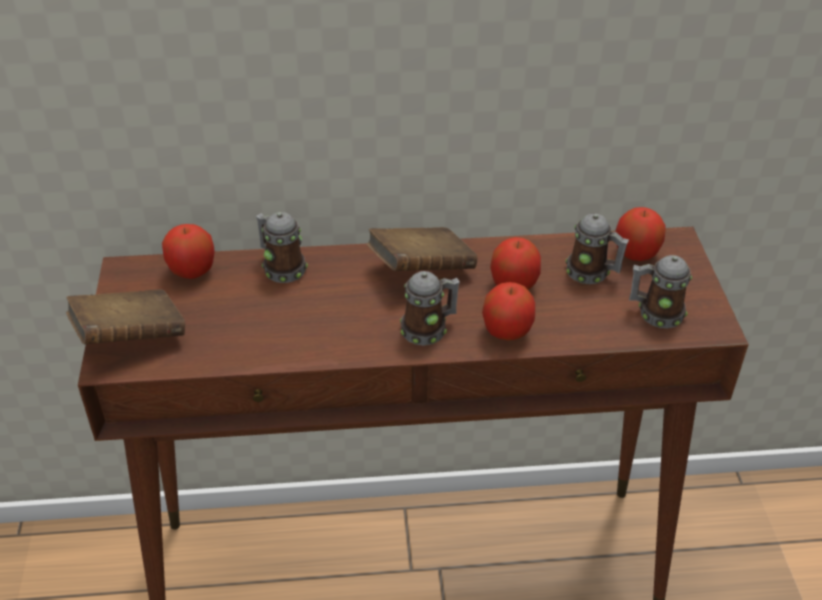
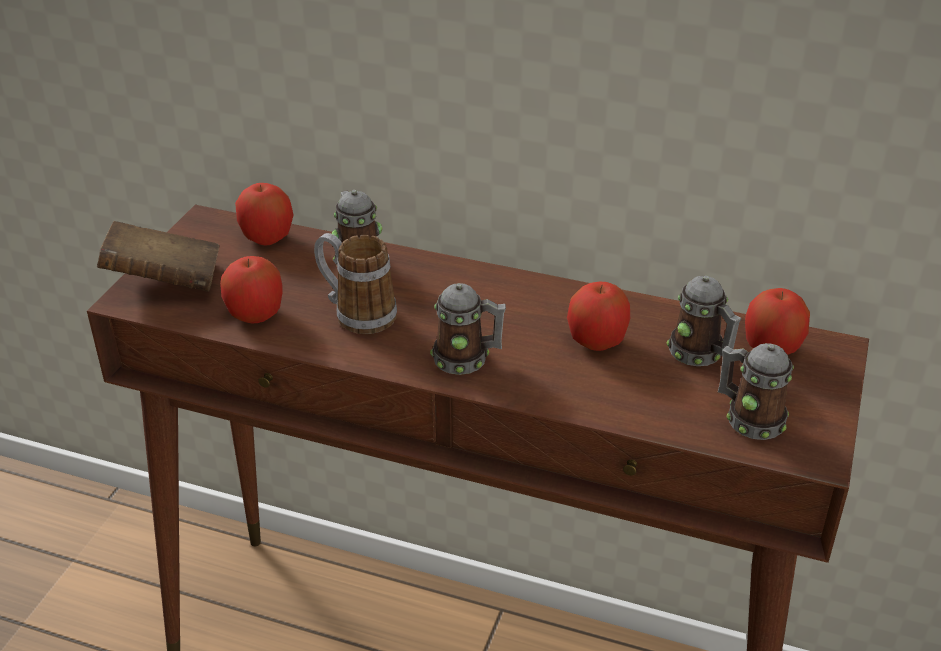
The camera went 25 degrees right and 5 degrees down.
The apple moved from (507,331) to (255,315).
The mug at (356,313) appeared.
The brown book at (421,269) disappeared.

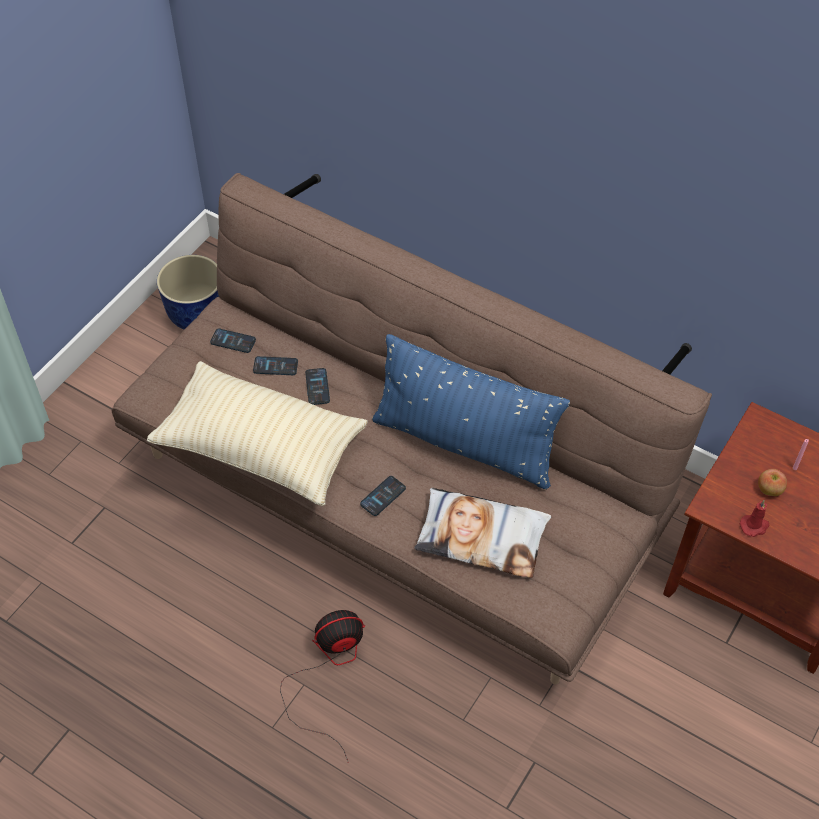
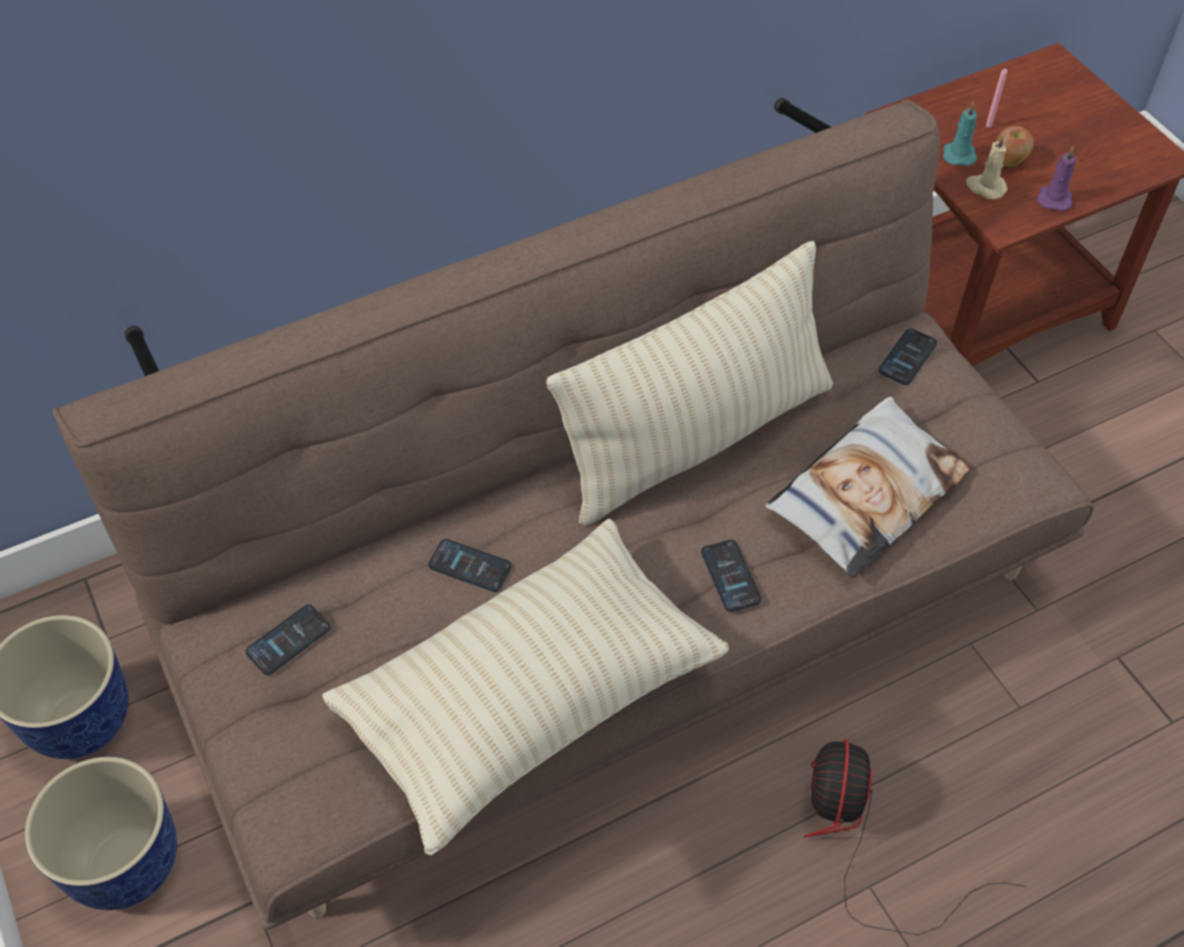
The camera went 60 degrees left and 0 degrees up.
The planter at (124,863) appeared.
The blue pillow at (464,443) became the beige pillow at (696,438).
The phone moved from (275,366) to (907,357).
The turquoise candle at (958,154) appeared.
The beige candle at (985,187) appeared.
The red candle at (754,526) became the purple candle at (1054,198).

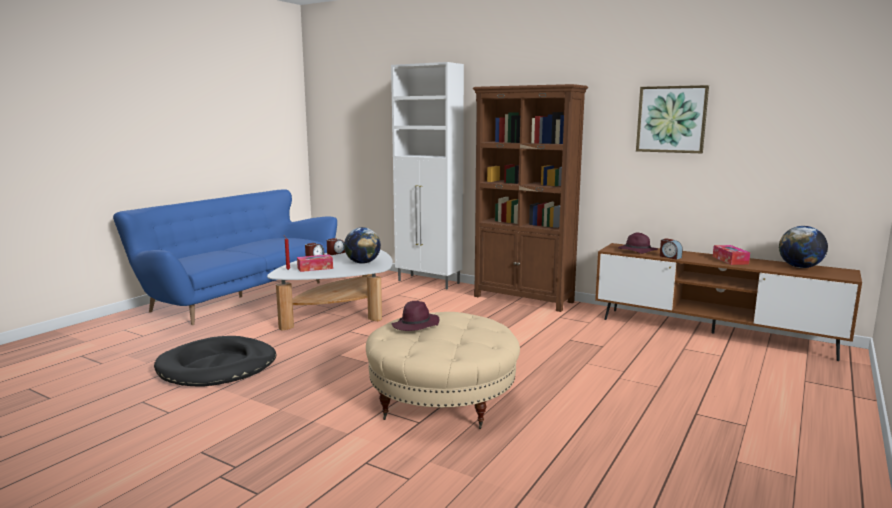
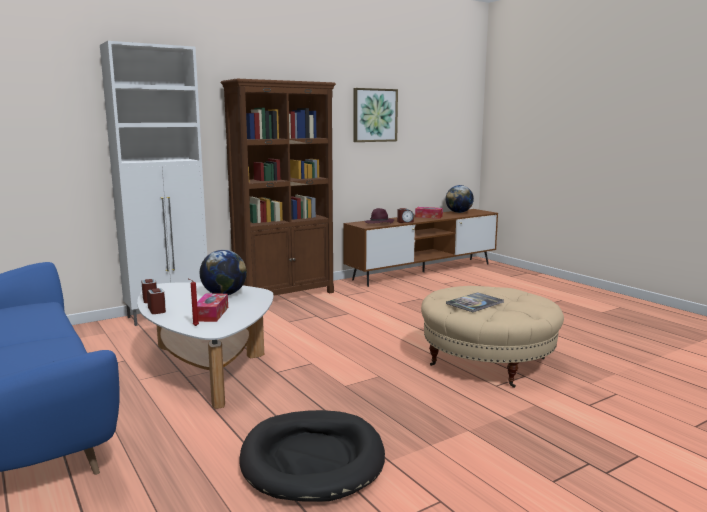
The camera went 65 degrees left and 0 degrees up.
The purple hat at (415,326) was replaced by the book at (475,303).

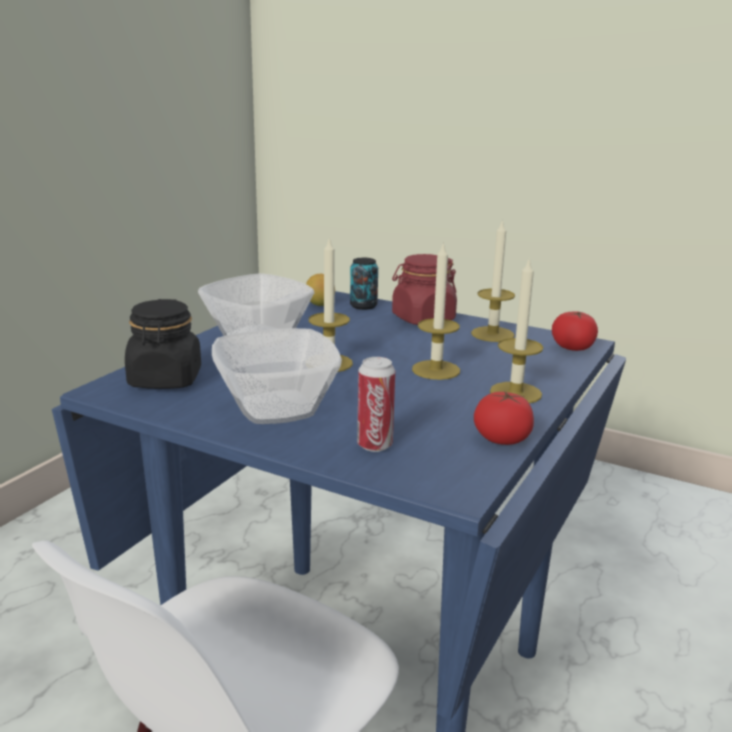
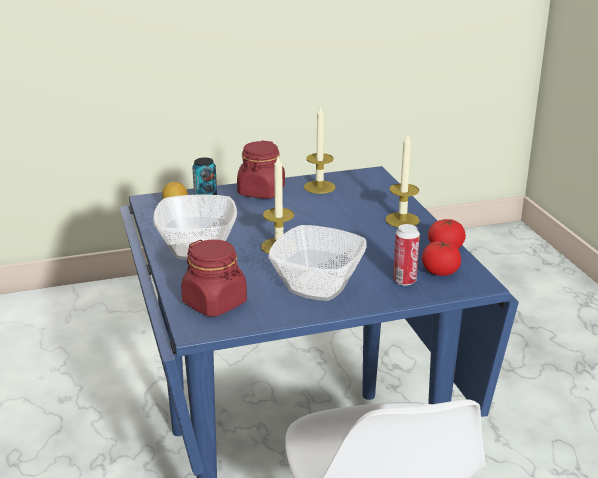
The camera went 45 degrees left and 5 degrees up.
The black jar at (165,380) became the red jar at (215,303).
The tomato moved from (572,347) to (440,272).
The candle at (436,370) disappeared.

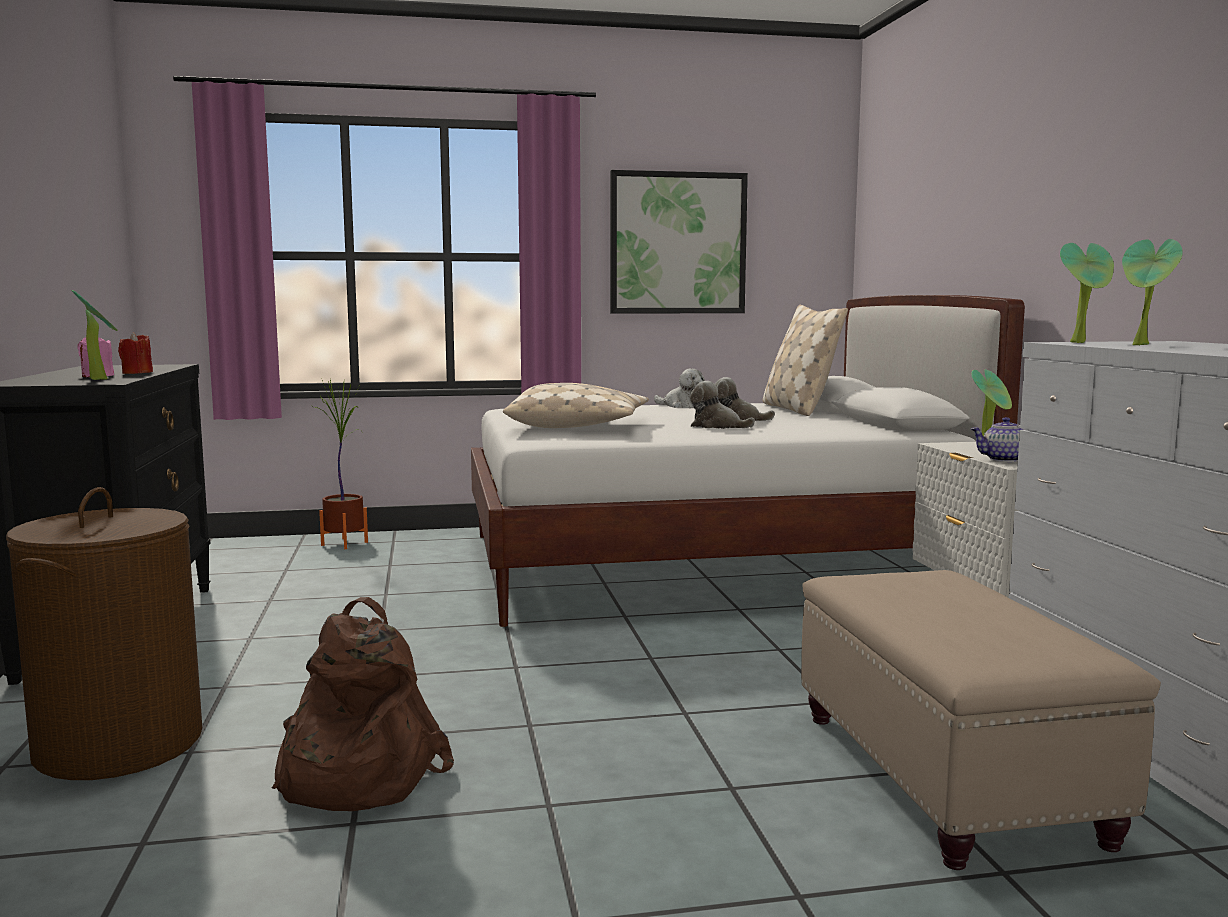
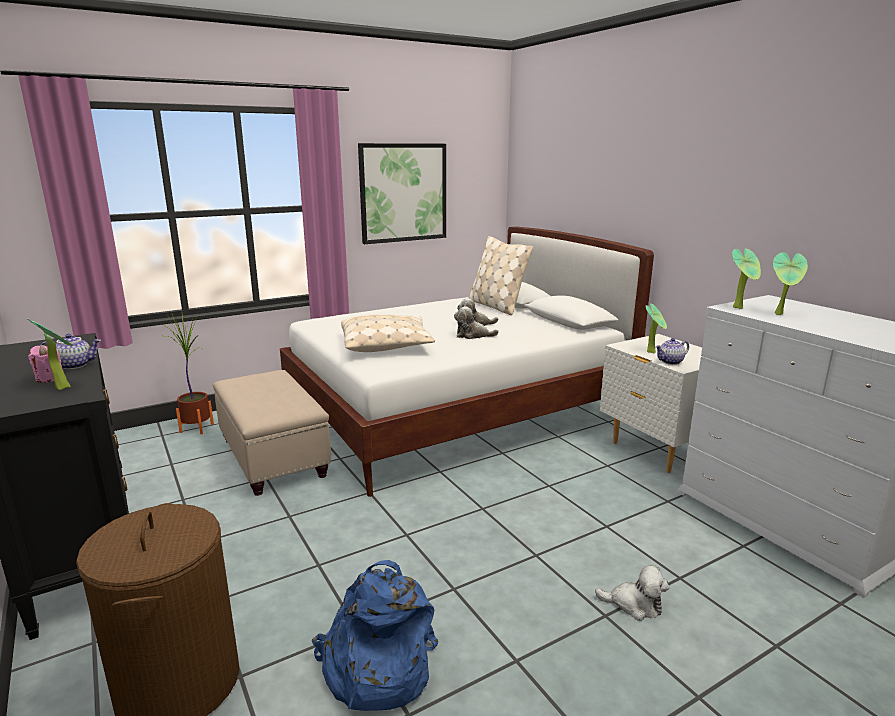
The camera went 20 degrees left and 10 degrees up.
The red candle at (137,373) was replaced by the teapot at (75,365).
The beige ottoman moved from (947,777) to (273,458).
The brown backpack at (353,775) became the blue backpack at (375,668).
The plush toy moved from (681,406) to (634,605).

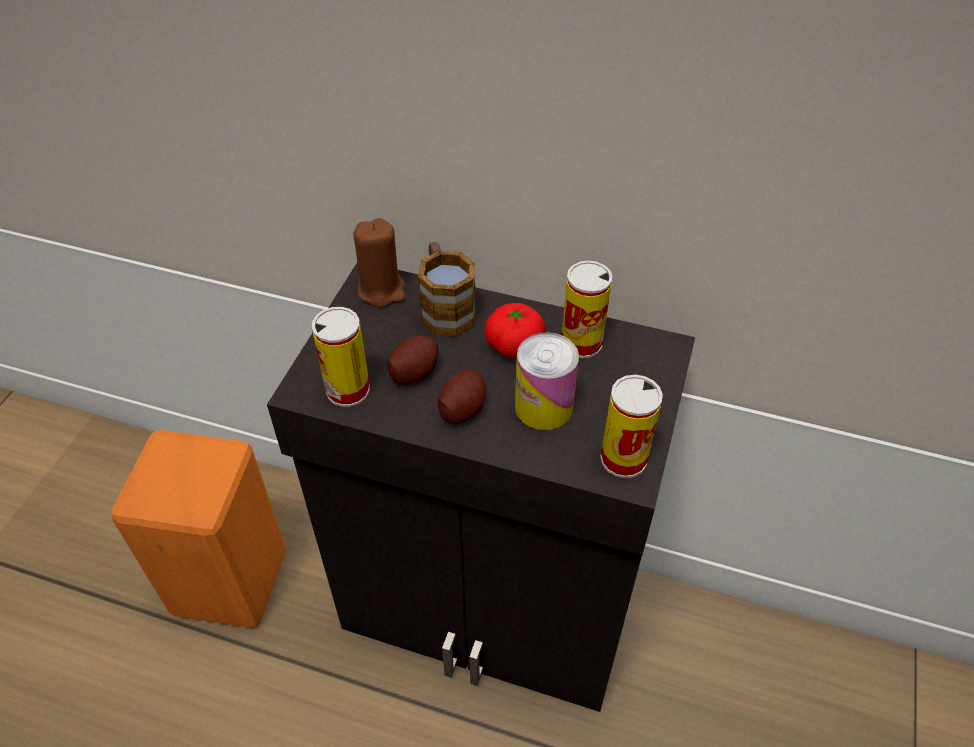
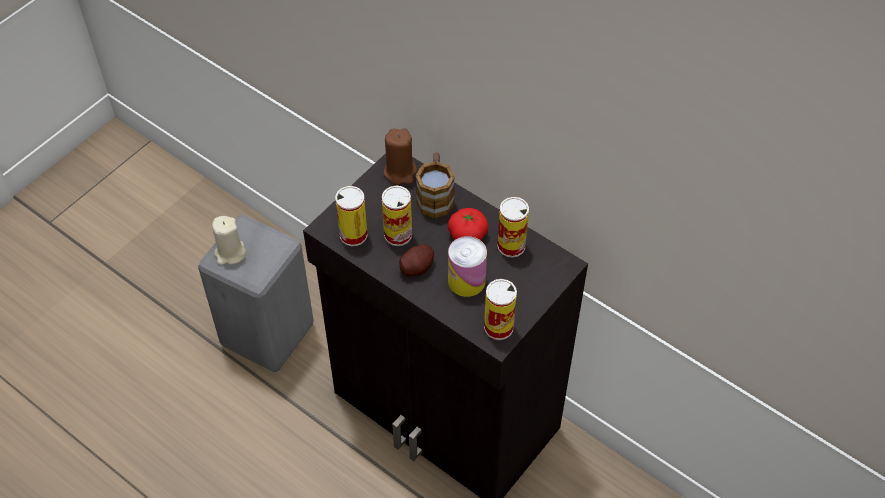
The camera went 20 degrees right and 5 degrees up.
The orange stool at (234,580) became the grey stool at (270,334).
The beige candle at (230,253) appeared.
The potato at (414,371) was replaced by the can at (398,234).

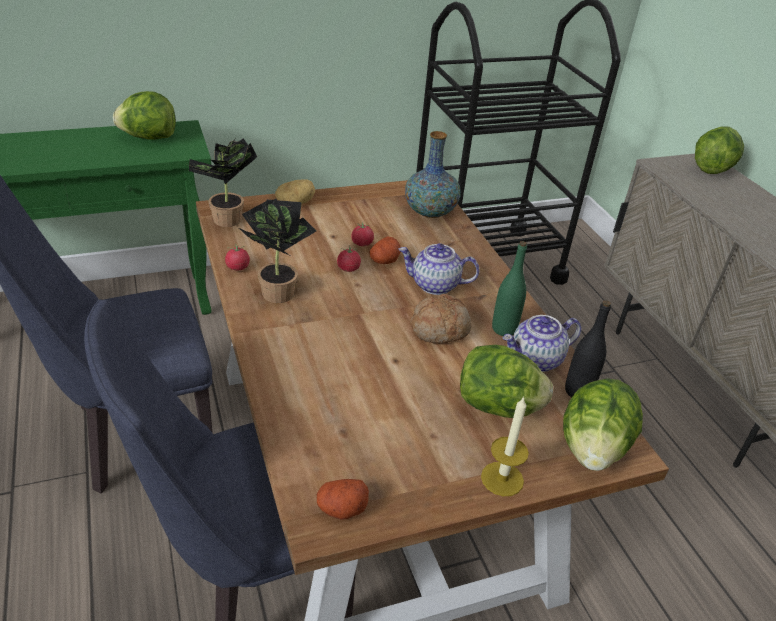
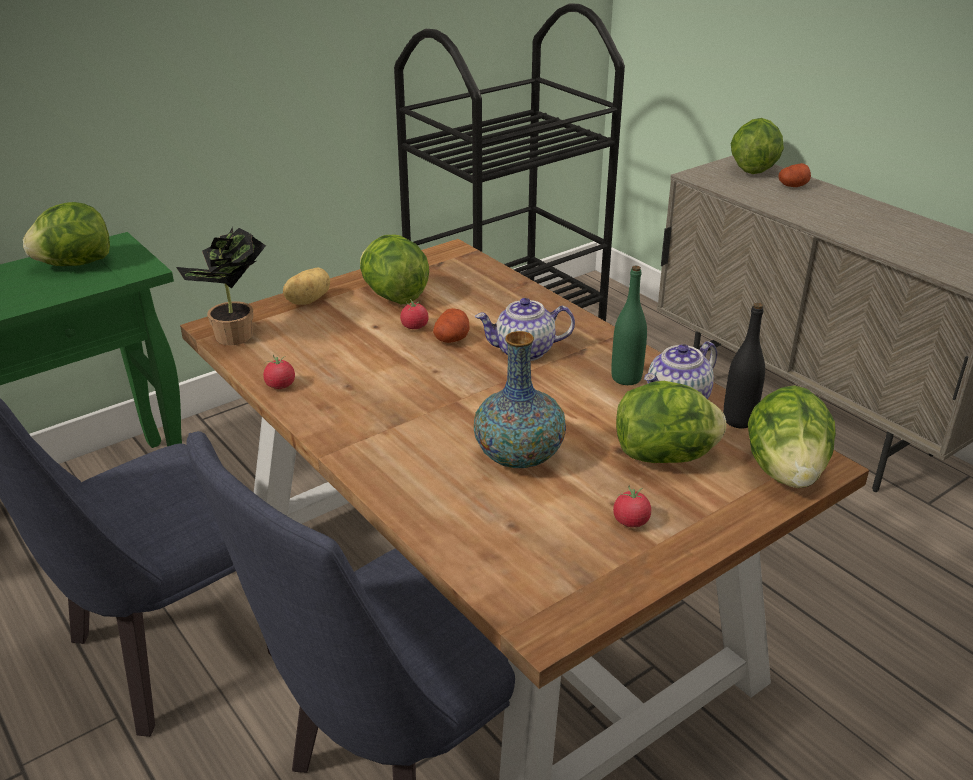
The camera went 15 degrees left and 5 degrees down.
The lettuce at (393,296) appeared.
The vase moved from (430,212) to (519,457).
The tomato moved from (348,269) to (631,521).
The potato moved from (341,508) to (793,186).
The potted plant at (277,290) disappeared.
The bread at (440,328) disappeared.
The candle at (502,479) disappeared.

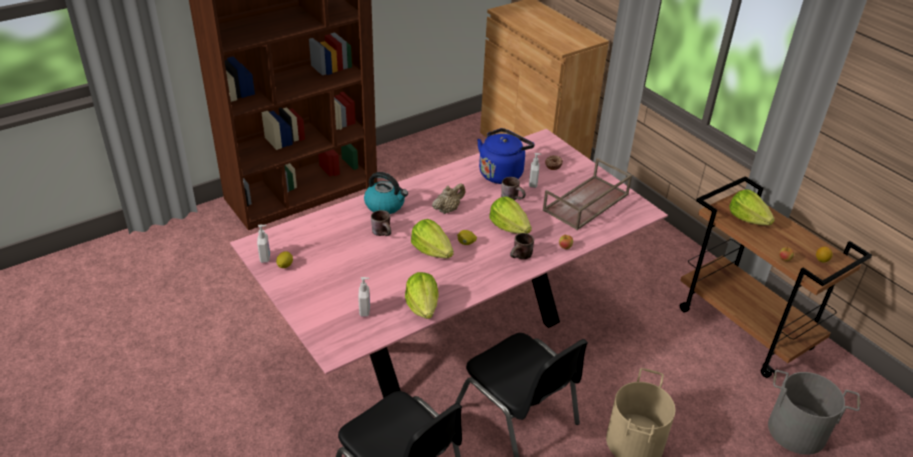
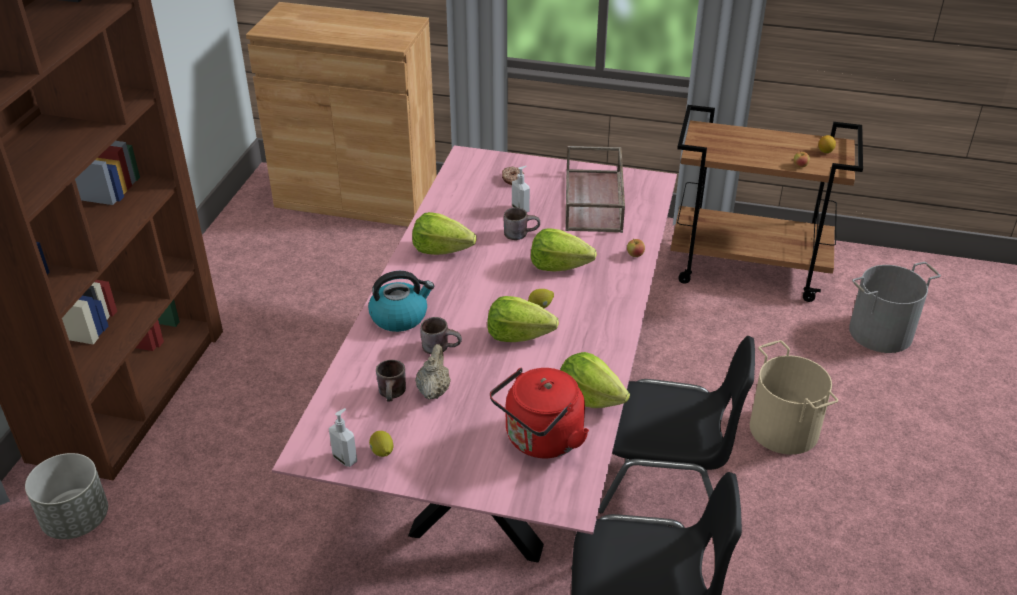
The camera went 40 degrees left and 0 degrees up.
The grey planter at (76,519) appeared.
The brown mug moved from (521,257) to (394,394).
The lettuce moved from (747,219) to (441,250).
The beige teapot moved from (448,209) to (433,390).
The soap dispenser at (365,311) was replaced by the red kettle at (540,440).
The blue kettle at (502,173) disappeared.

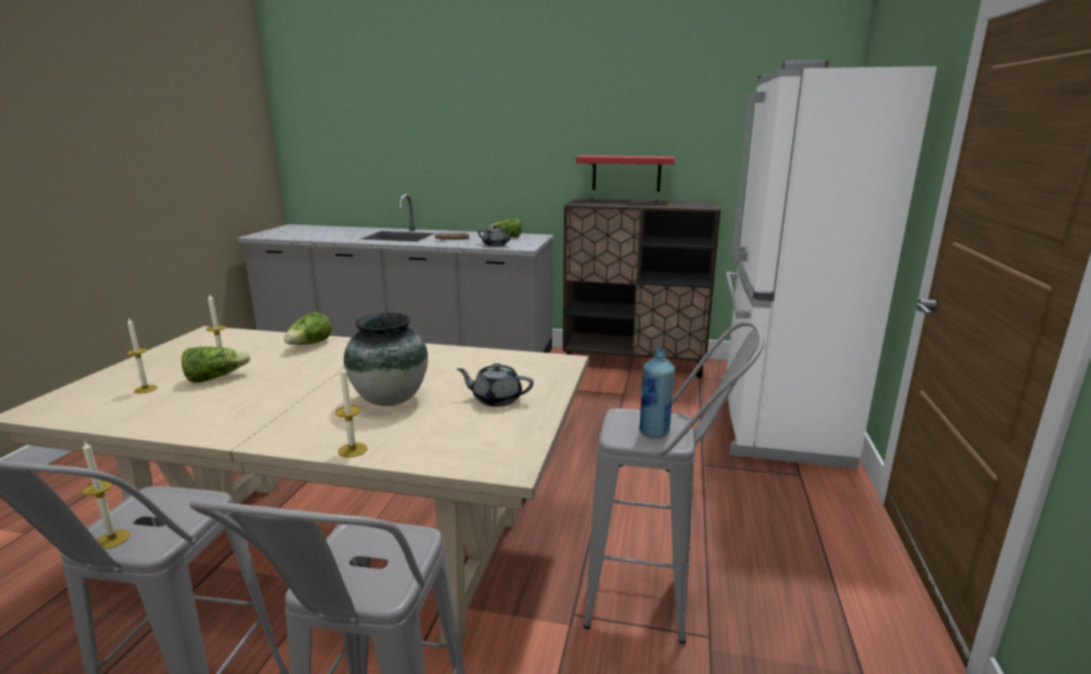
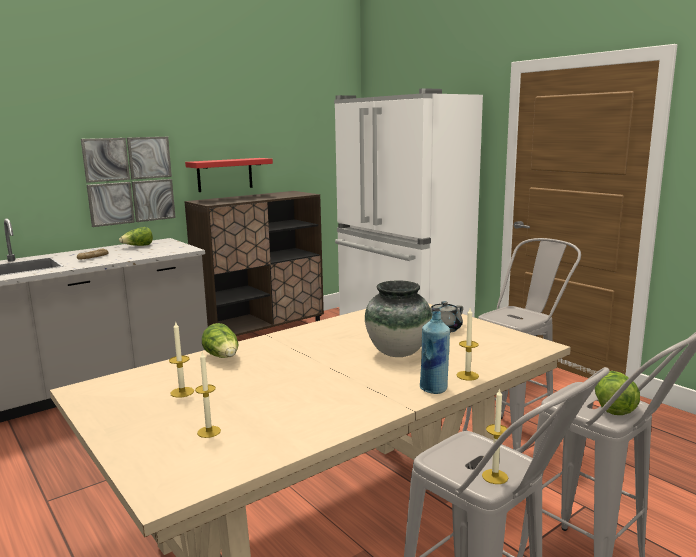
The camera went 50 degrees left and 5 degrees down.
The picture at (130,180) appeared.
The blue bottle moved from (654,432) to (434,389).
The lettuce moved from (215,378) to (612,406).
The grey teapot at (495,245) disappeared.

